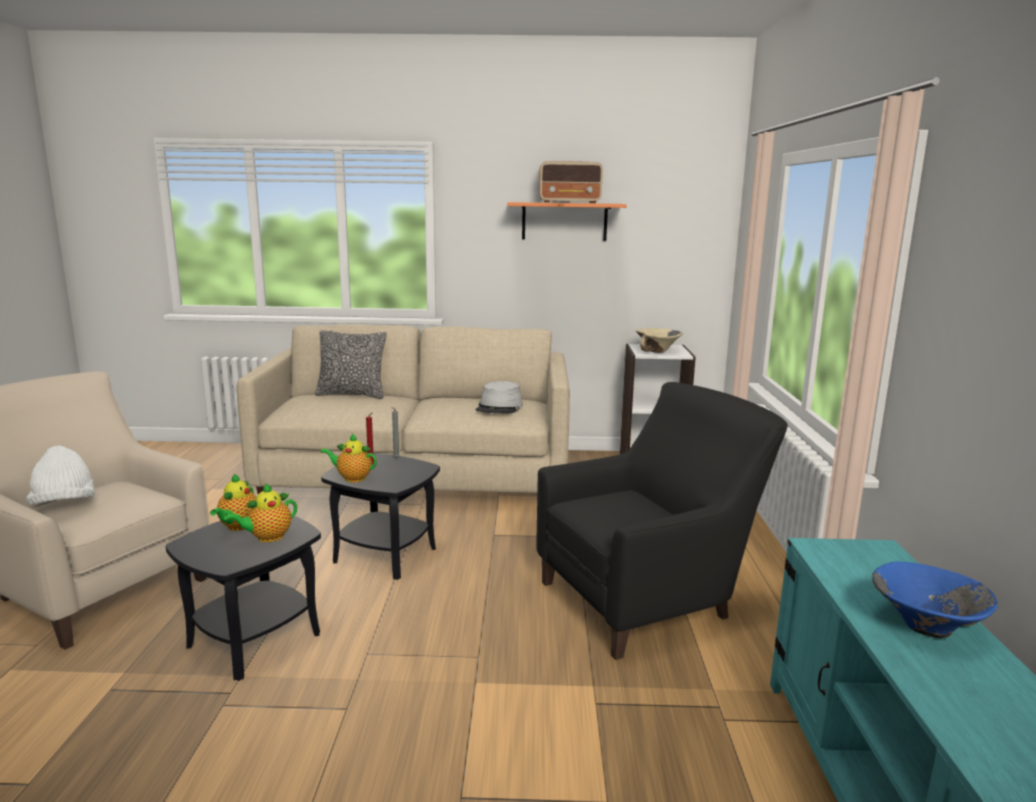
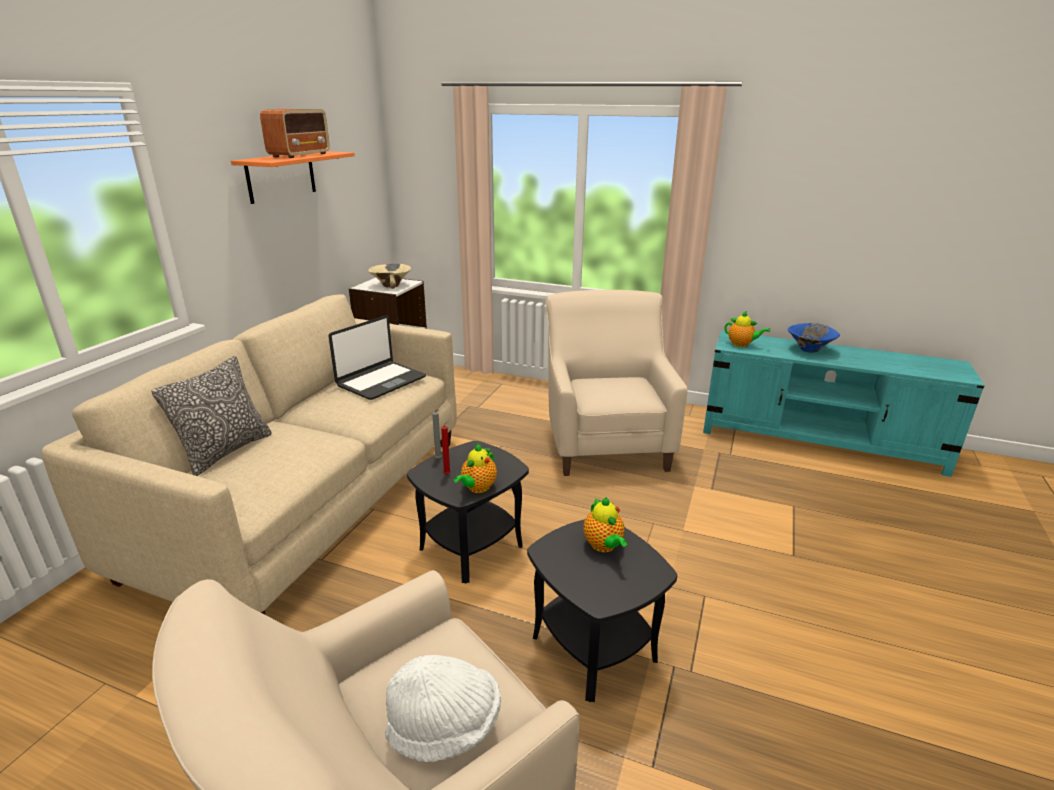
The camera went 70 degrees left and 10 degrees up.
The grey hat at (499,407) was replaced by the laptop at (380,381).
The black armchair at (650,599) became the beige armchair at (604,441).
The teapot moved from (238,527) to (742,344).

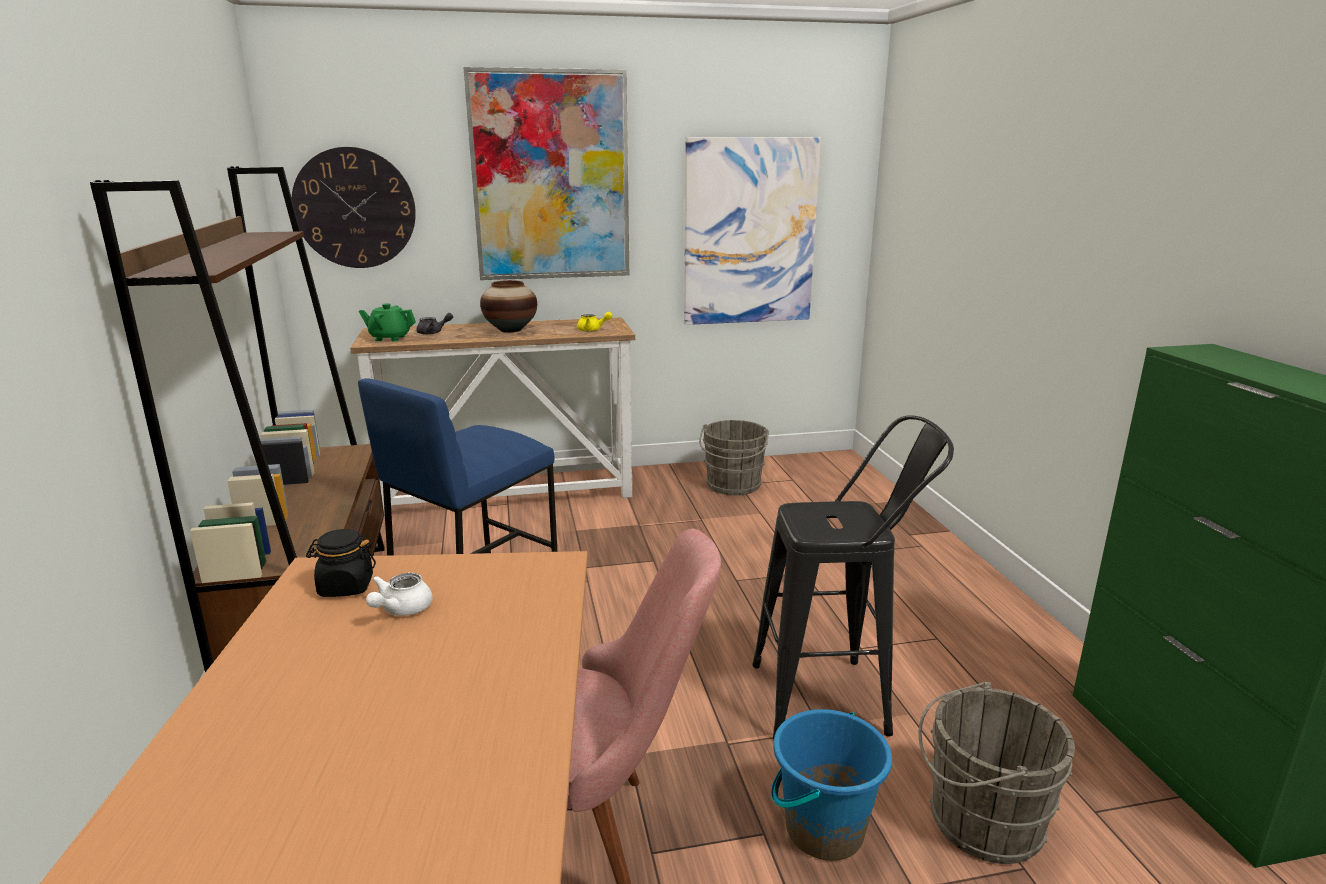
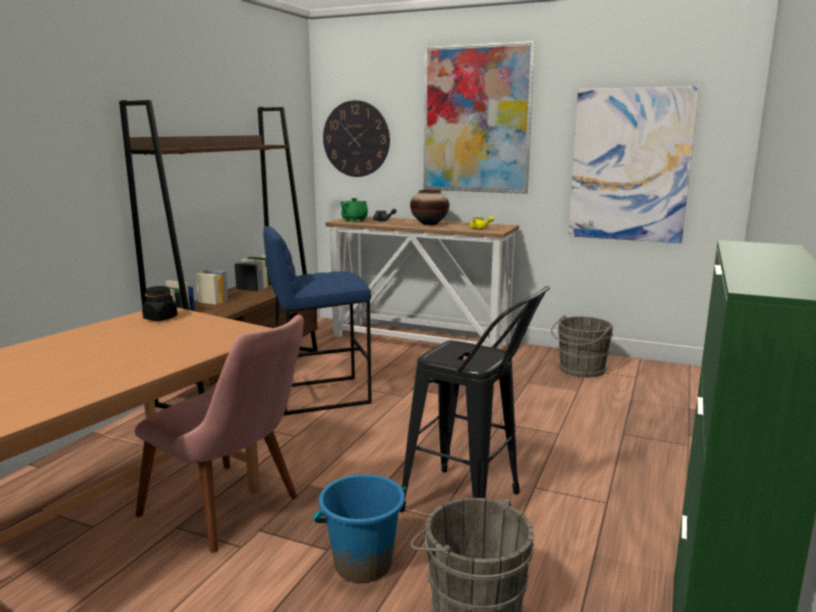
The camera went 35 degrees right and 5 degrees down.
The white teapot at (401,610) disappeared.

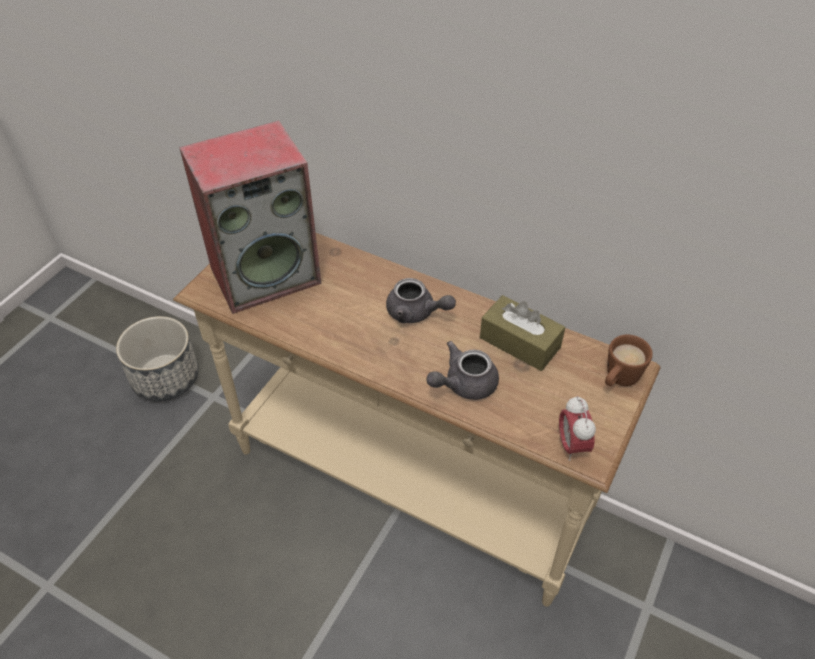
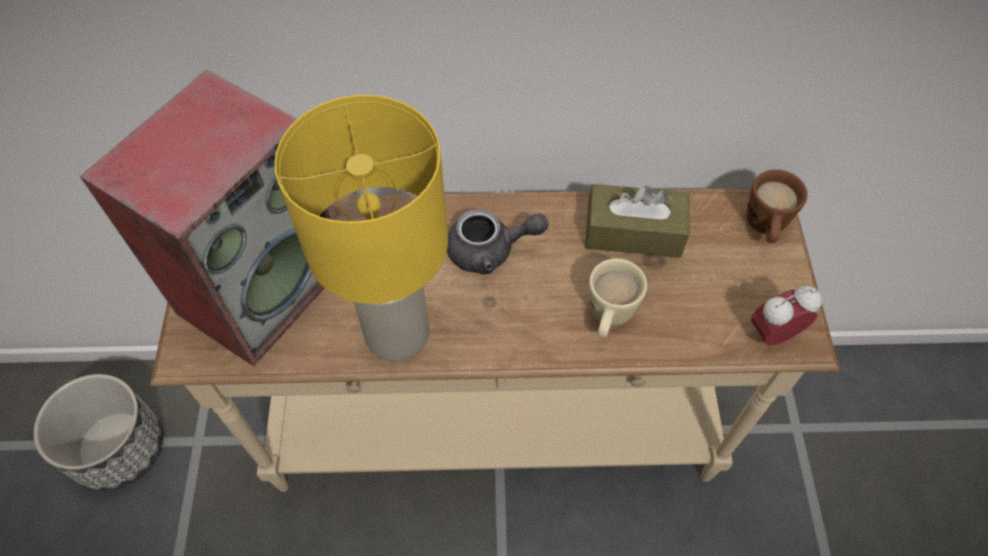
The camera went 30 degrees left and 10 degrees up.
The yellow table lamp at (396,334) appeared.
The grey teapot at (463,384) was replaced by the beige mug at (608,318).
The alarm clock at (572,445) turned 105 degrees clockwise.

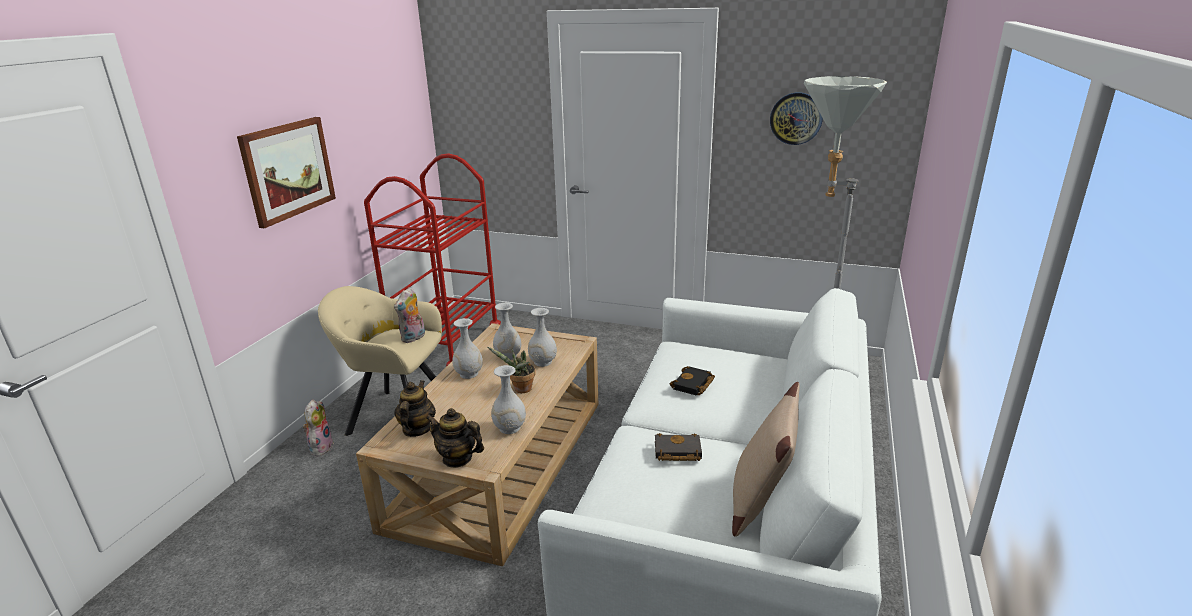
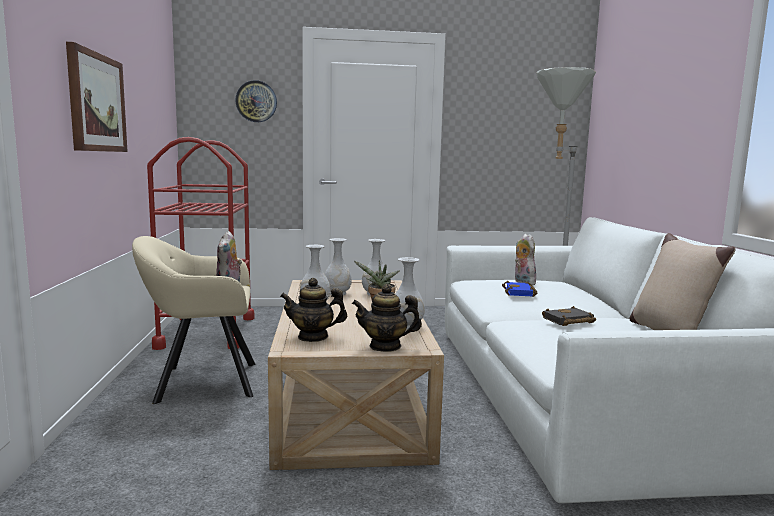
The camera went 25 degrees left and 15 degrees down.
The wall clock moved from (796,118) to (256,101).
The teapot at (417,429) turned 75 degrees counterclockwise.
The black book at (693,385) became the blue book at (520,293).
The plush toy moved from (320,447) to (522,282).

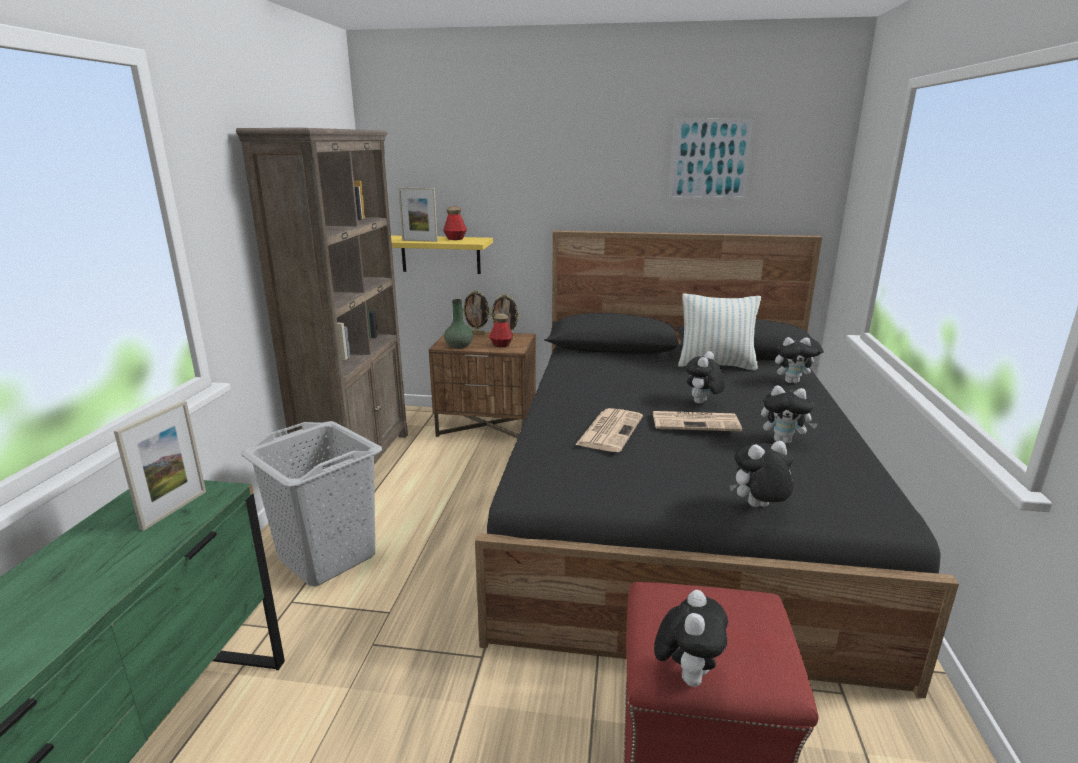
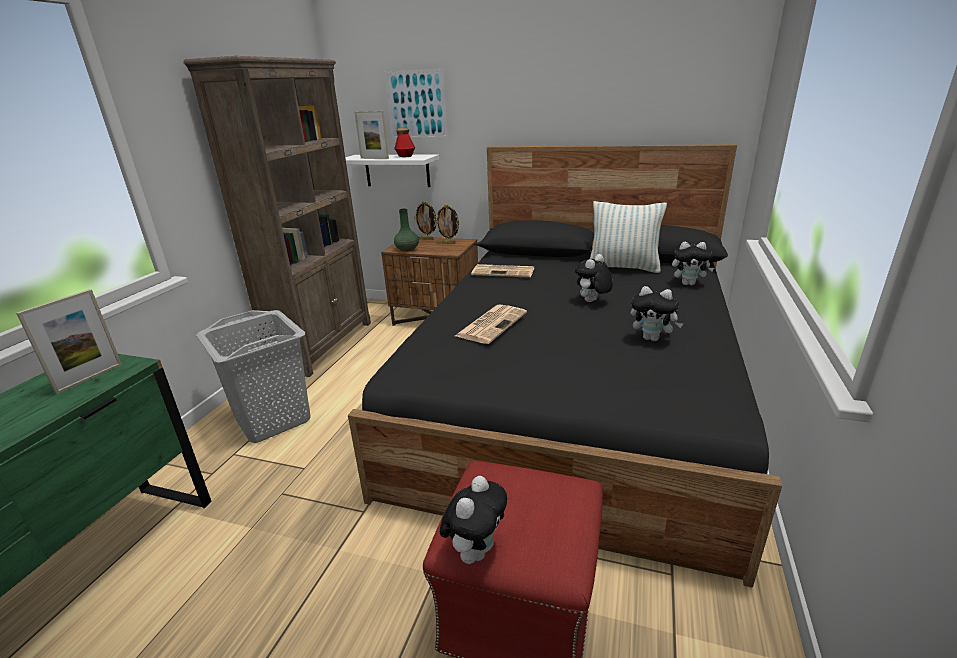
The camera went 10 degrees right and 5 degrees up.
The yellow shelf at (440,254) became the white shelf at (397,170).
The picture moved from (710,159) to (417,105).
The newspaper moved from (696,422) to (504,272).
The bottle at (501,345) disappeared.
The plush toy at (758,507) disappeared.

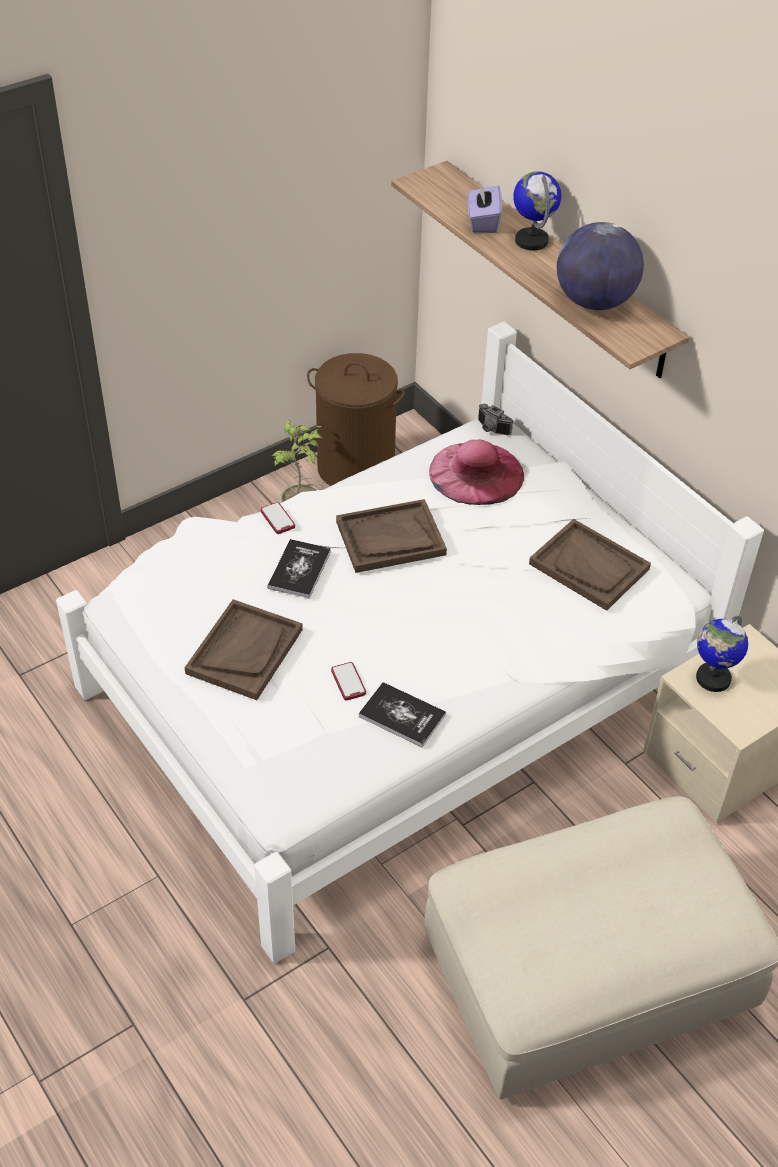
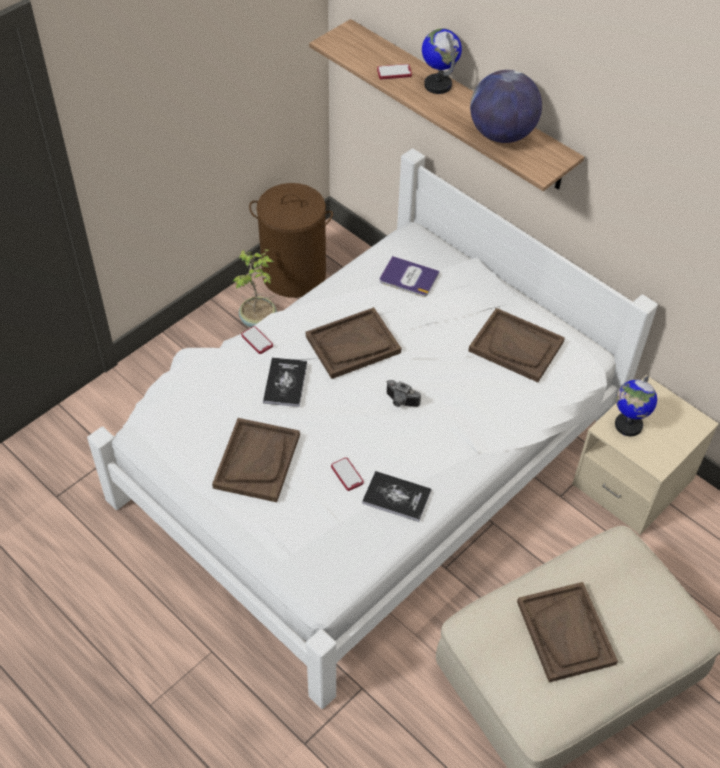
The camera went 10 degrees left and 5 degrees up.
The purple tissue box at (483,222) was replaced by the phone at (394,72).
The pink hat at (476,473) was replaced by the book at (408,277).
The photo camera moved from (491,429) to (400,402).
The brown tray at (566,633) appeared.

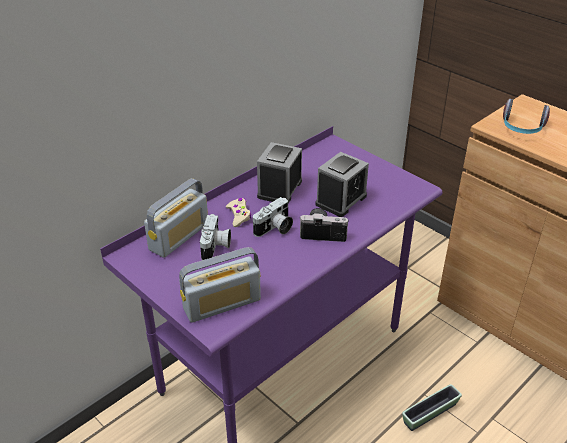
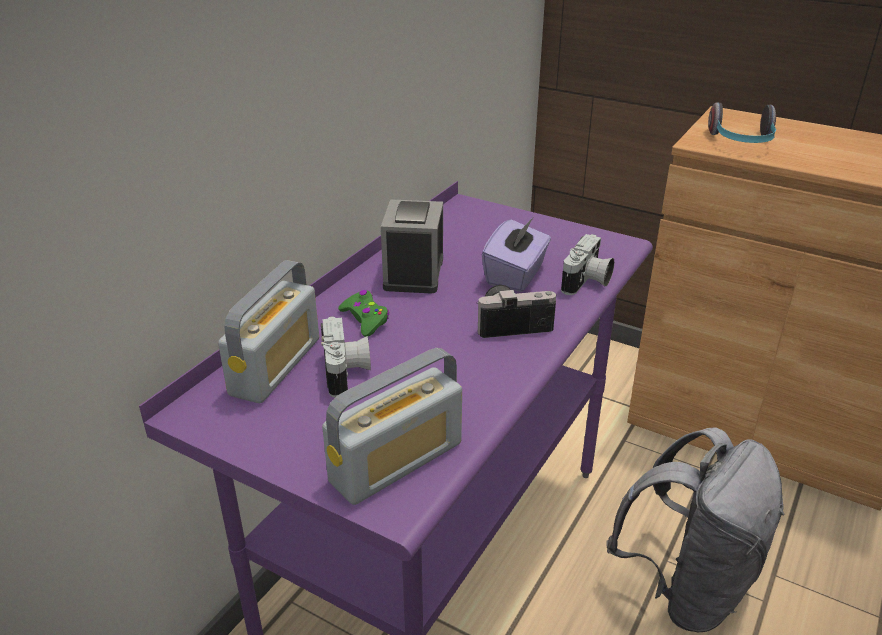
The camera went 15 degrees left and 5 degrees down.
The beige game controller at (239,215) became the green game controller at (365,319).
The alarm clock at (341,200) was replaced by the purple tissue box at (516,275).
The photo camera moved from (274,229) to (587,282).
The planter at (430,413) was replaced by the grey backpack at (686,587).

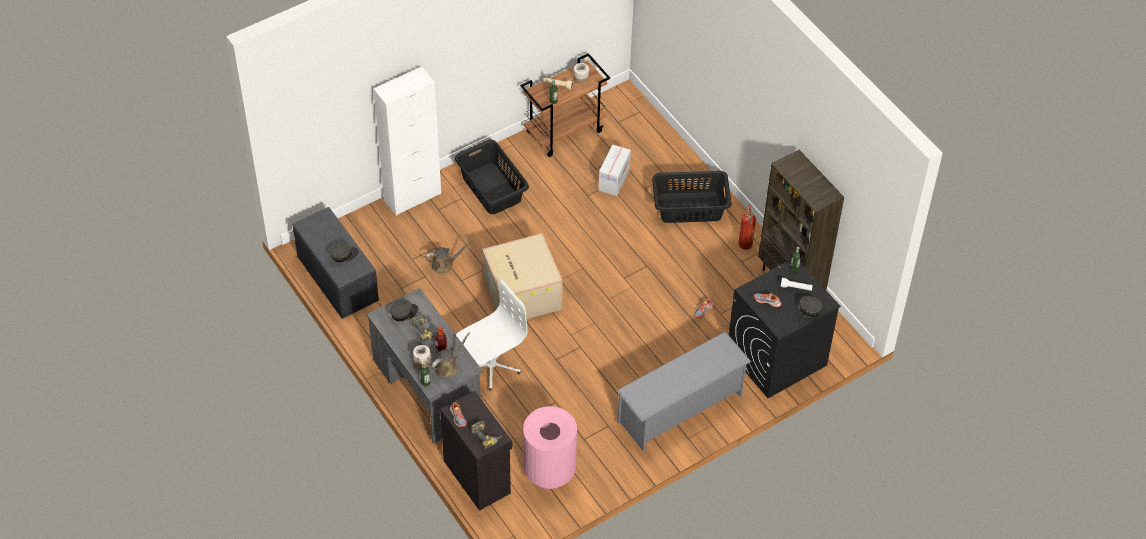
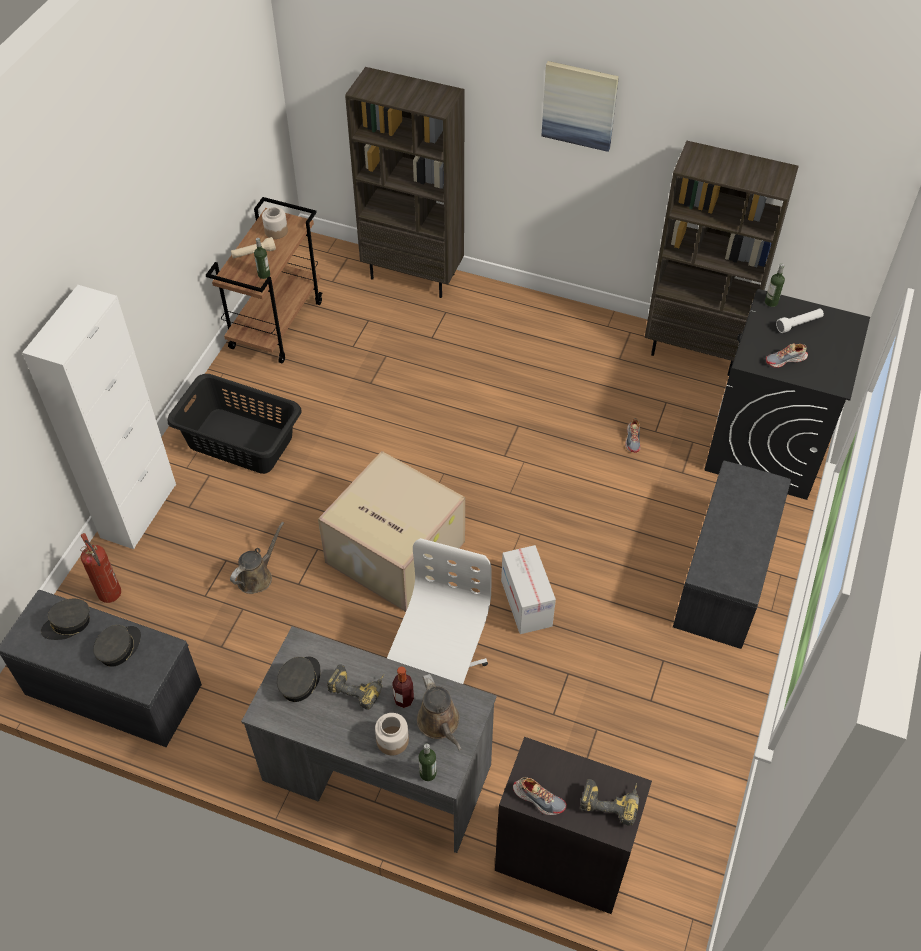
The camera went 35 degrees left and 0 degrees up.
The grey cap moved from (807,310) to (68,624).
The fire extinguisher moved from (745,247) to (112,598).
The brown bookcase at (413,275) appeared.
The brown watering can at (448,366) turned 150 degrees clockwise.
The cardboard box moved from (614,179) to (526,603).
The picture at (579,105) appeared.
The grey shoe rack at (680,408) was replaced by the grey bench at (725,578).
The pink trash can at (549,471) disappeared.
The black laundry basket at (690,208) disappeared.

